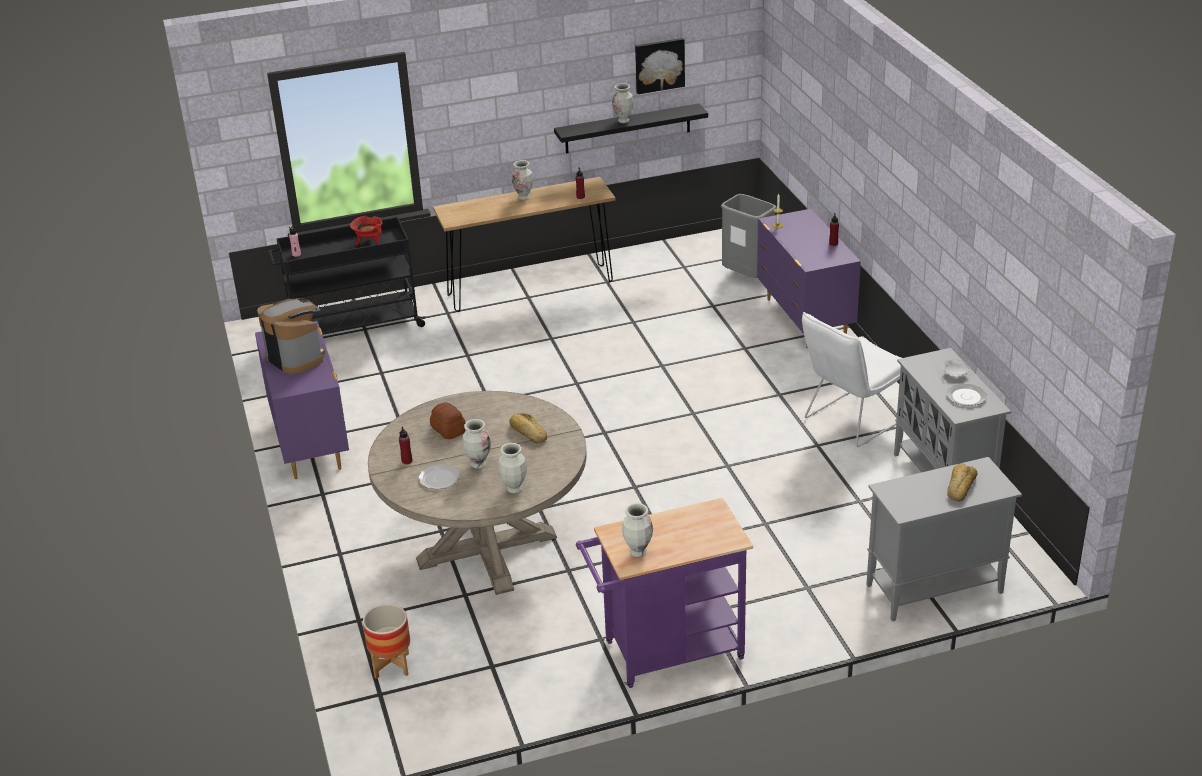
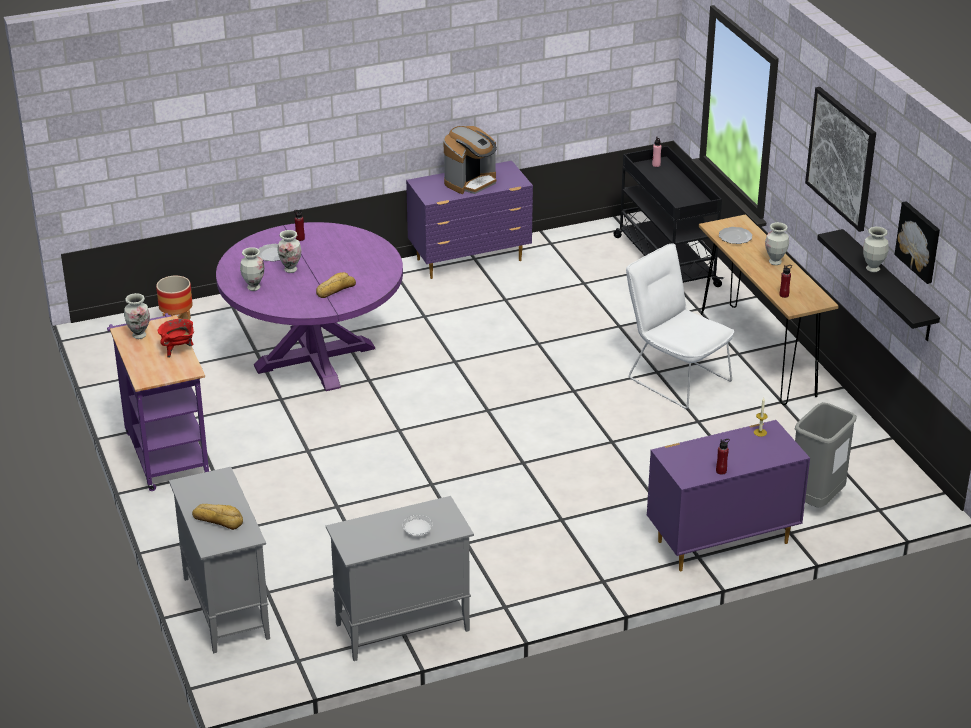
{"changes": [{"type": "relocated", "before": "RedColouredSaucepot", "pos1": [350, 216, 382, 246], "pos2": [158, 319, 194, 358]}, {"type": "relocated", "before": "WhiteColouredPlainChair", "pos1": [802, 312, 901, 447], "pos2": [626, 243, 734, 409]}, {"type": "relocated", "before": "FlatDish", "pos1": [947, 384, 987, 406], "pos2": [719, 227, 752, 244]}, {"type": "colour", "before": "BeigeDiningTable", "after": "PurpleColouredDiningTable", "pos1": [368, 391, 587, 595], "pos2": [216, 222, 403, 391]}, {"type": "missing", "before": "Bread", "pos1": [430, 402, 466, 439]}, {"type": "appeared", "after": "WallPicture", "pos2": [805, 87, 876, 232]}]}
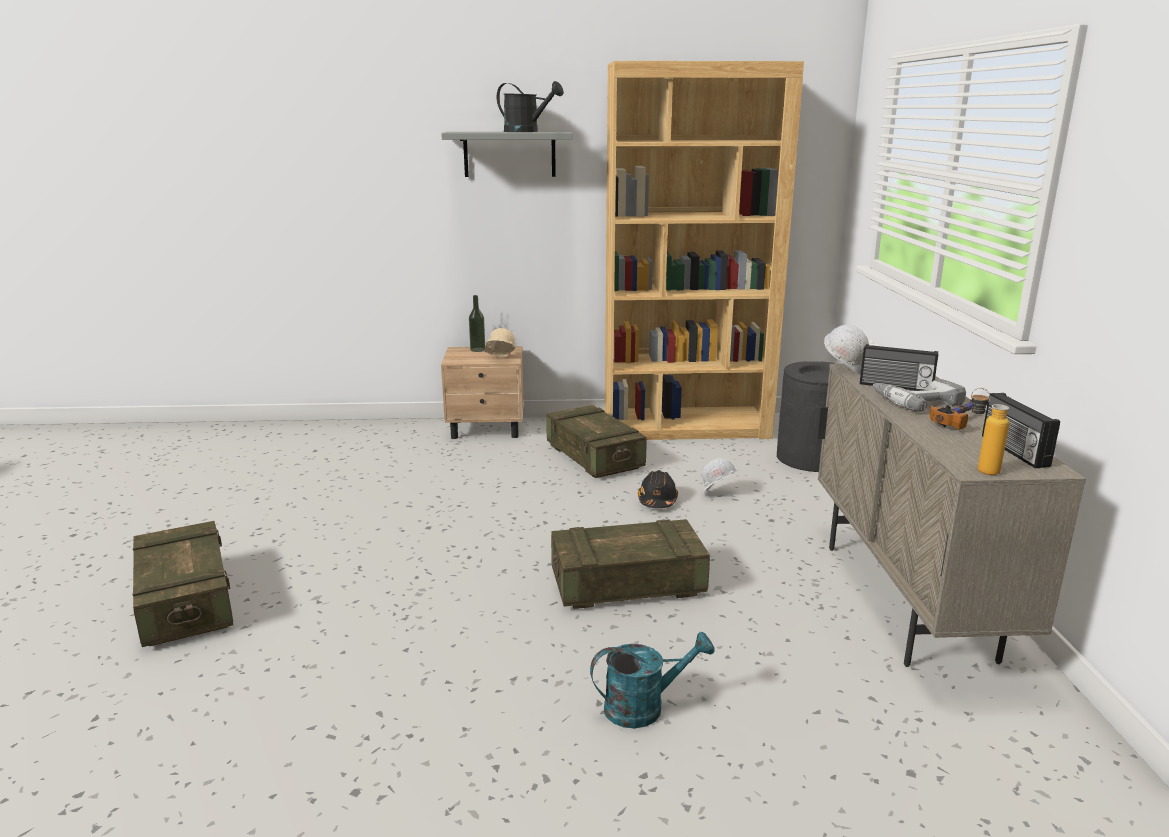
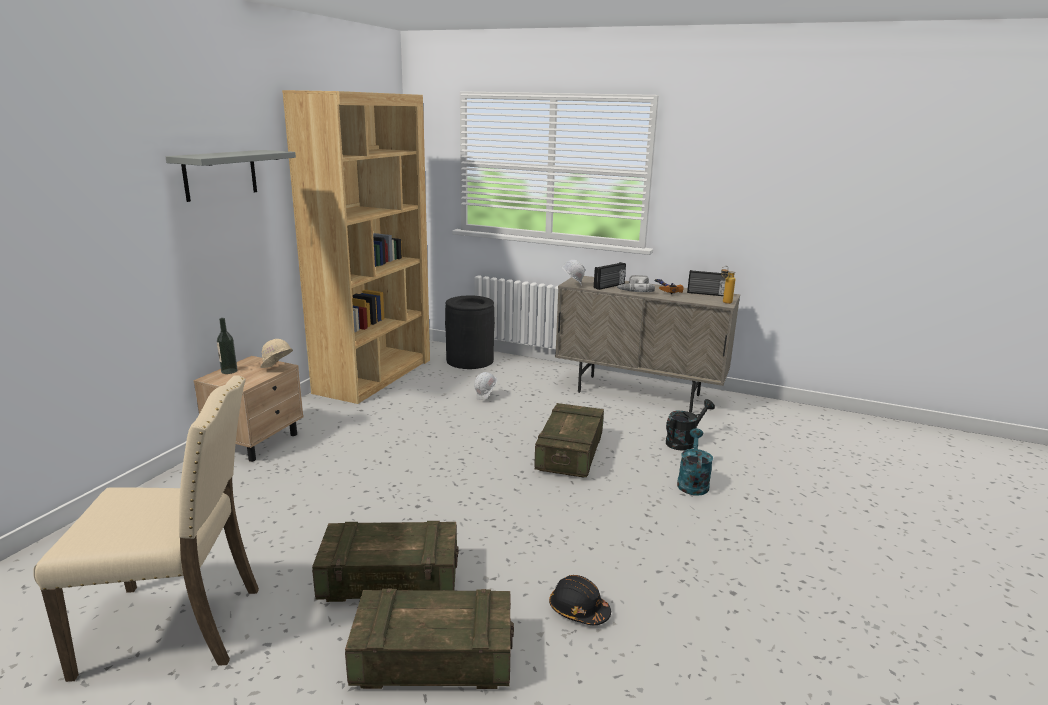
{"changes": [{"type": "relocated", "before": "BlackColouredWateringPot", "pos1": [497, 81, 564, 132], "pos2": [666, 399, 715, 451]}, {"type": "relocated", "before": "Crate", "pos1": [546, 405, 647, 478], "pos2": [312, 521, 459, 602]}, {"type": "relocated", "before": "BlackColouredWorkHelmet", "pos1": [638, 470, 678, 508], "pos2": [549, 575, 611, 625]}, {"type": "appeared", "after": "BeigePlainChair", "pos2": [33, 375, 259, 682]}]}
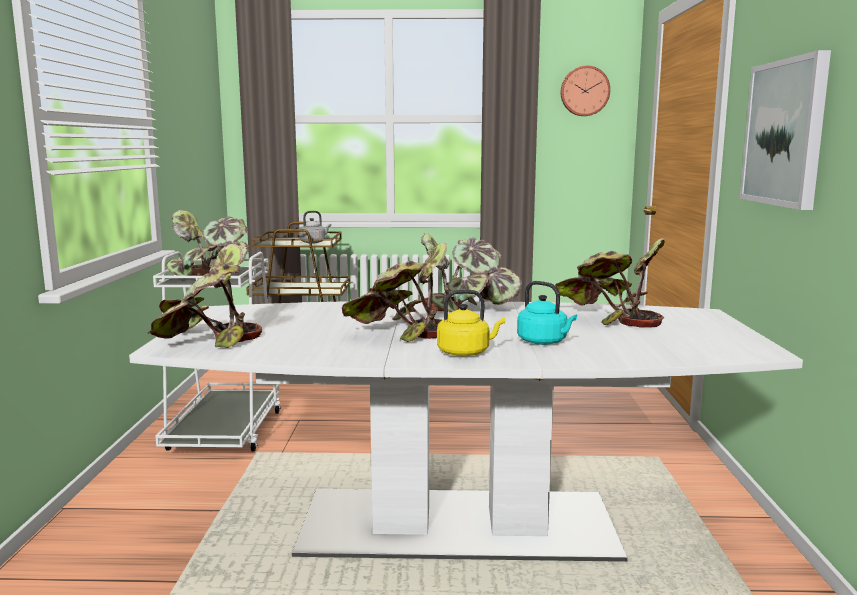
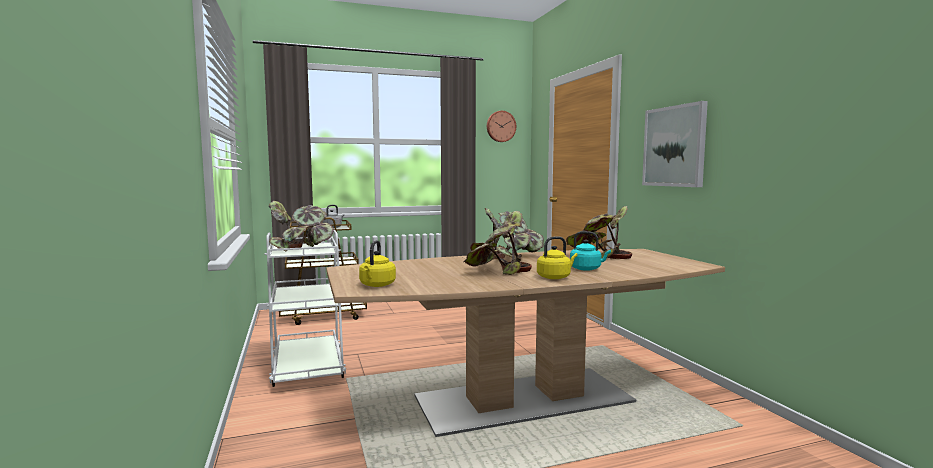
{"changes": [{"type": "exchanged", "before": "PottedPlant", "after": "YellowishTeaKettle", "pos1": [147, 244, 262, 348], "pos2": [359, 240, 396, 287]}, {"type": "colour", "before": "WhiteColouredDiningTable", "after": "BrownishDiningTable", "pos1": [129, 301, 803, 562], "pos2": [326, 249, 725, 437]}]}
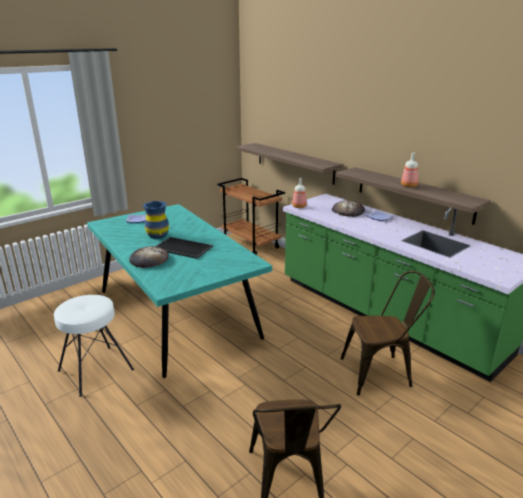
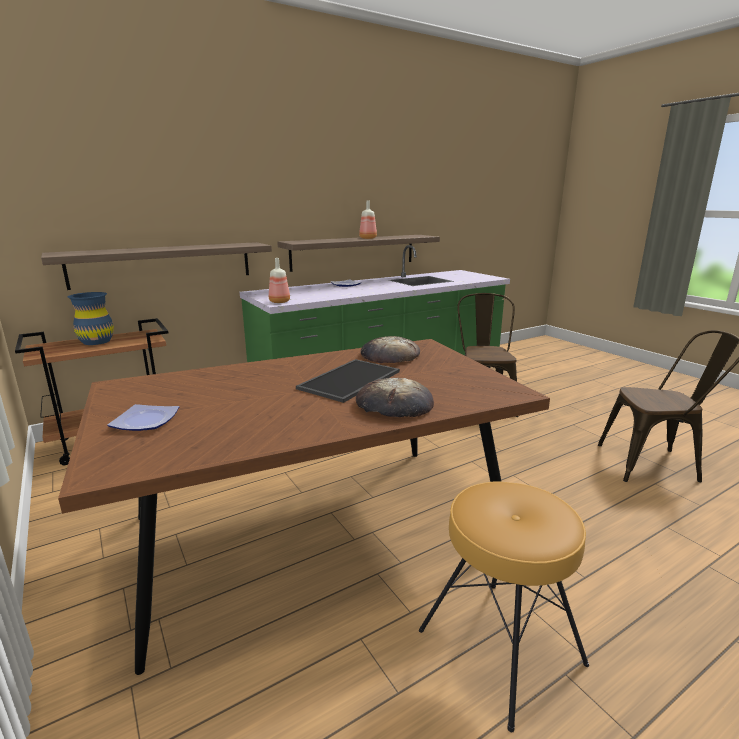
{"changes": [{"type": "relocated", "before": "Bread", "pos1": [332, 200, 365, 217], "pos2": [361, 336, 420, 363]}, {"type": "relocated", "before": "BluishVase", "pos1": [143, 201, 169, 239], "pos2": [68, 292, 114, 345]}, {"type": "colour", "before": "TurquoiseDiningTable", "after": "BrownishDiningTable", "pos1": [87, 204, 272, 378], "pos2": [58, 339, 550, 675]}, {"type": "colour", "before": "WhiteColouredStoolSeat", "after": "BrownishStoolSeat", "pos1": [54, 295, 134, 397], "pos2": [419, 482, 589, 733]}]}
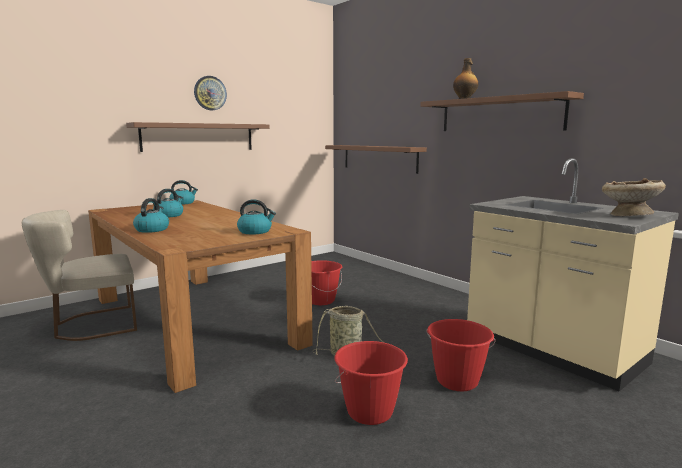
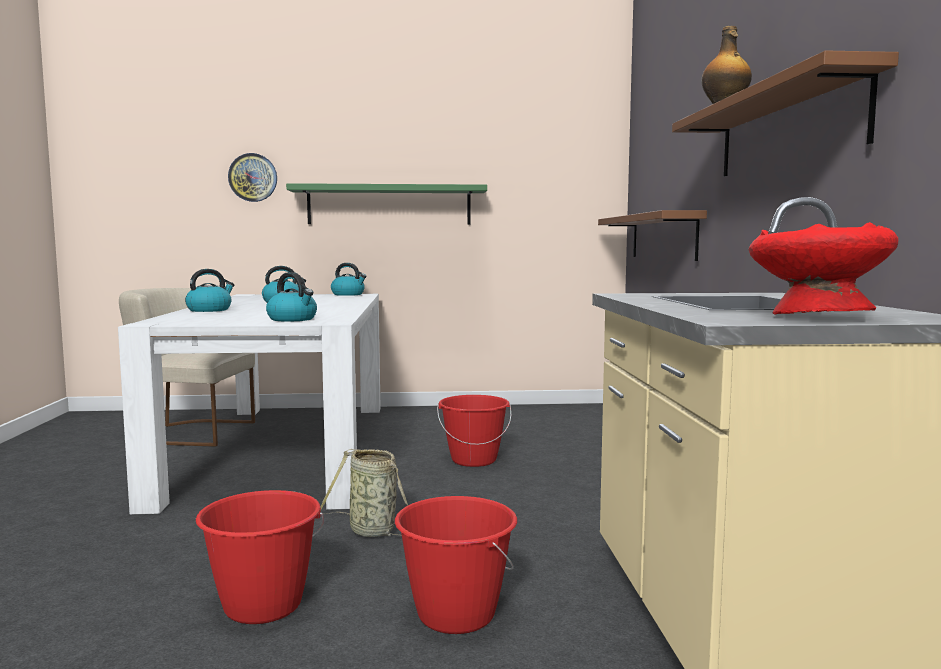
{"changes": [{"type": "relocated", "before": "WallClock", "pos1": [194, 76, 227, 110], "pos2": [228, 153, 277, 202]}, {"type": "colour", "before": "BrownishShelf", "after": "GreenishShelf", "pos1": [126, 122, 270, 152], "pos2": [286, 183, 487, 225]}, {"type": "colour", "before": "BeigeDeepDish", "after": "RedColouredDeepDish", "pos1": [602, 178, 666, 216], "pos2": [748, 222, 898, 315]}, {"type": "colour", "before": "BrownishDiningTable", "after": "WhiteColouredDiningTable", "pos1": [88, 200, 313, 393], "pos2": [118, 294, 380, 514]}]}
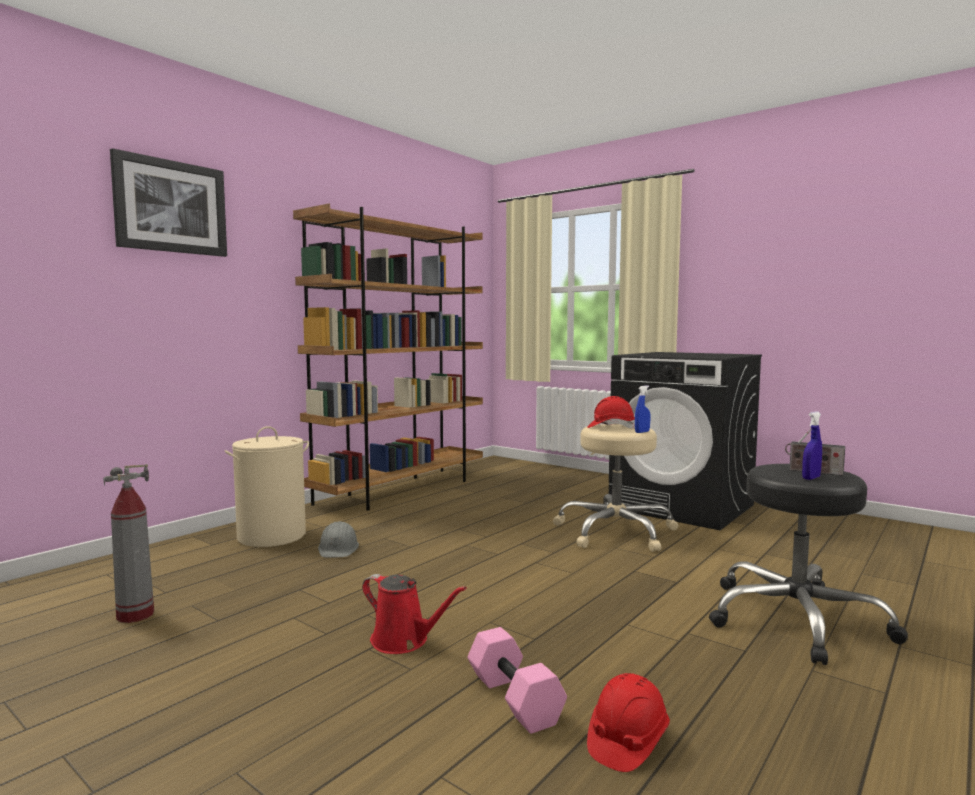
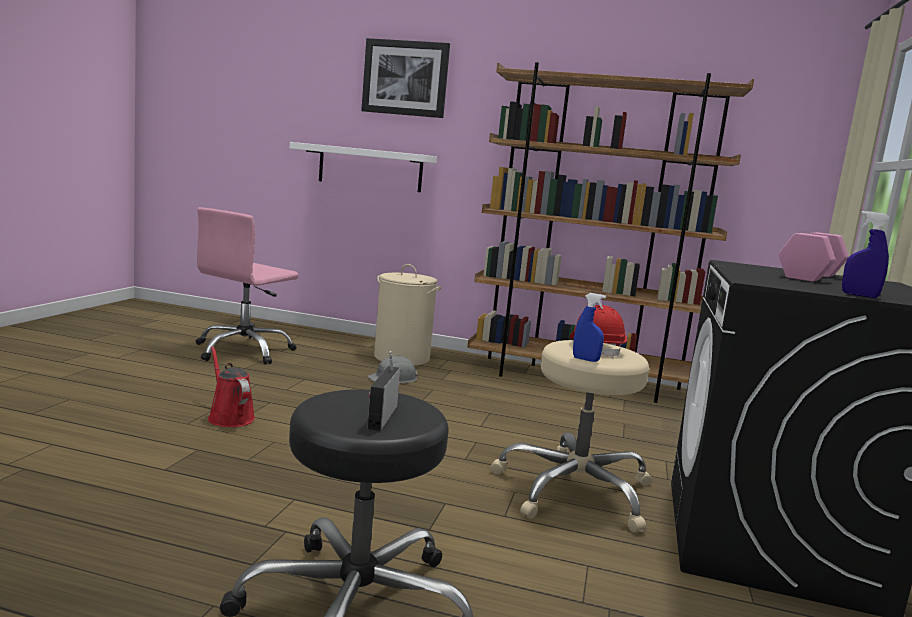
{"changes": [{"type": "relocated", "before": "BluishSprayBottle", "pos1": [802, 411, 822, 480], "pos2": [842, 211, 891, 298]}, {"type": "exchanged", "before": "FireFightingCylinder", "after": "PinkColouredOfficeChair", "pos1": [103, 464, 154, 623], "pos2": [196, 207, 298, 364]}, {"type": "spun", "before": "RedColouredWateringPot", "pos1": [362, 574, 467, 654], "pos2": [208, 346, 255, 427], "turn": 135}, {"type": "relocated", "before": "PinkColouredDumbbell", "pos1": [467, 627, 567, 734], "pos2": [779, 232, 849, 282]}, {"type": "missing", "before": "RedColouredWorkHelmet", "pos1": [587, 673, 670, 772]}, {"type": "appeared", "after": "WhiteColouredShelf", "pos2": [290, 142, 437, 192]}]}
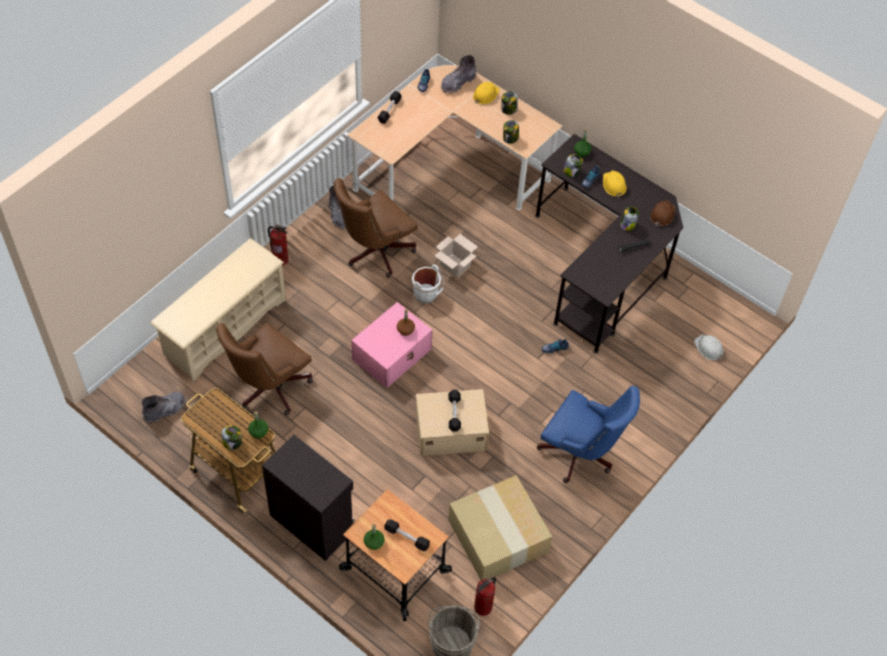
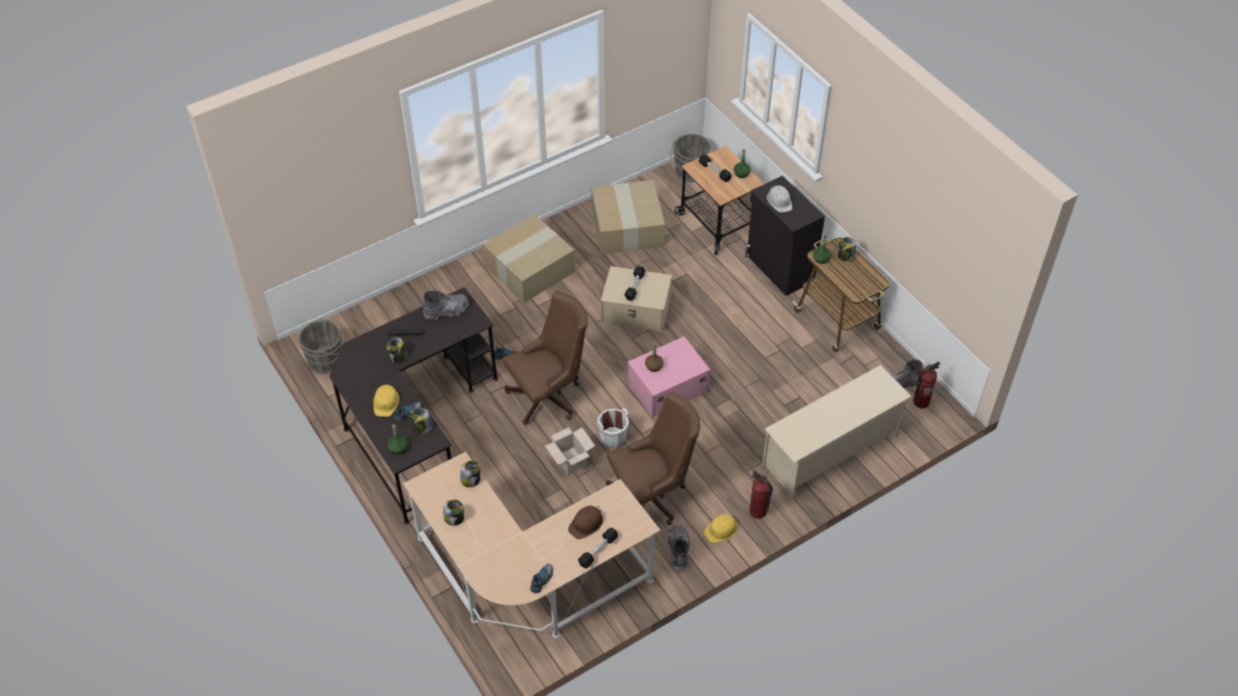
{"changes": [{"type": "relocated", "before": "GreyishTallBoot", "pos1": [441, 55, 476, 93], "pos2": [423, 290, 469, 320]}, {"type": "relocated", "before": "YellowishWorkHelmet", "pos1": [473, 82, 500, 104], "pos2": [703, 514, 737, 543]}, {"type": "relocated", "before": "BrownishWorkHelmet", "pos1": [650, 200, 675, 226], "pos2": [568, 506, 603, 539]}, {"type": "relocated", "before": "BrownishOfficeChair", "pos1": [216, 323, 313, 416], "pos2": [503, 291, 588, 425]}, {"type": "relocated", "before": "WhiteColouredWorkHelmet", "pos1": [694, 334, 723, 360], "pos2": [767, 186, 792, 213]}, {"type": "exchanged", "before": "BluishOfficeChair", "after": "Carton", "pos1": [537, 386, 640, 483], "pos2": [482, 214, 575, 303]}, {"type": "relocated", "before": "FireFightingCylinder", "pos1": [474, 577, 496, 616], "pos2": [913, 362, 940, 408]}, {"type": "appeared", "after": "GreyishPail", "pos2": [299, 318, 346, 374]}]}
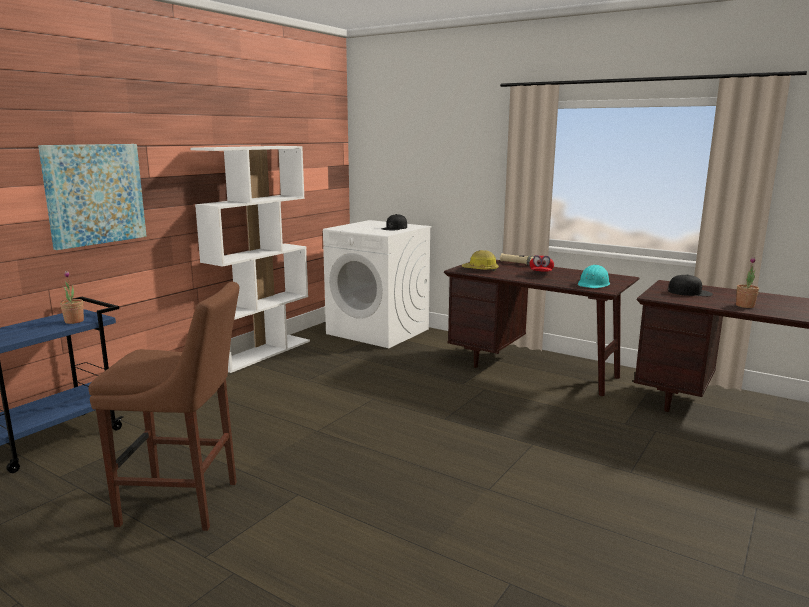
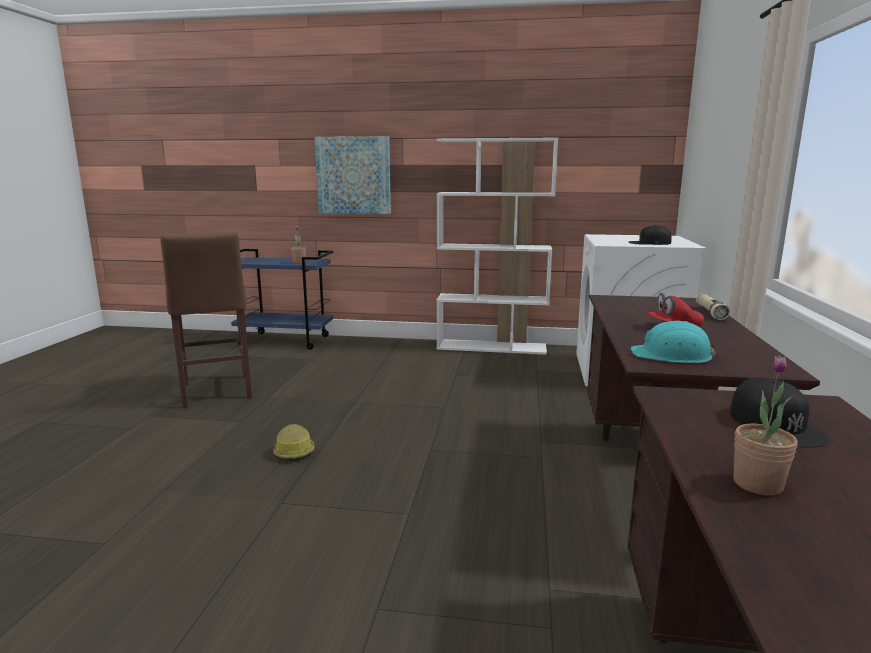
{"changes": [{"type": "relocated", "before": "WorkHelmet", "pos1": [462, 250, 499, 271], "pos2": [273, 424, 315, 462]}]}
